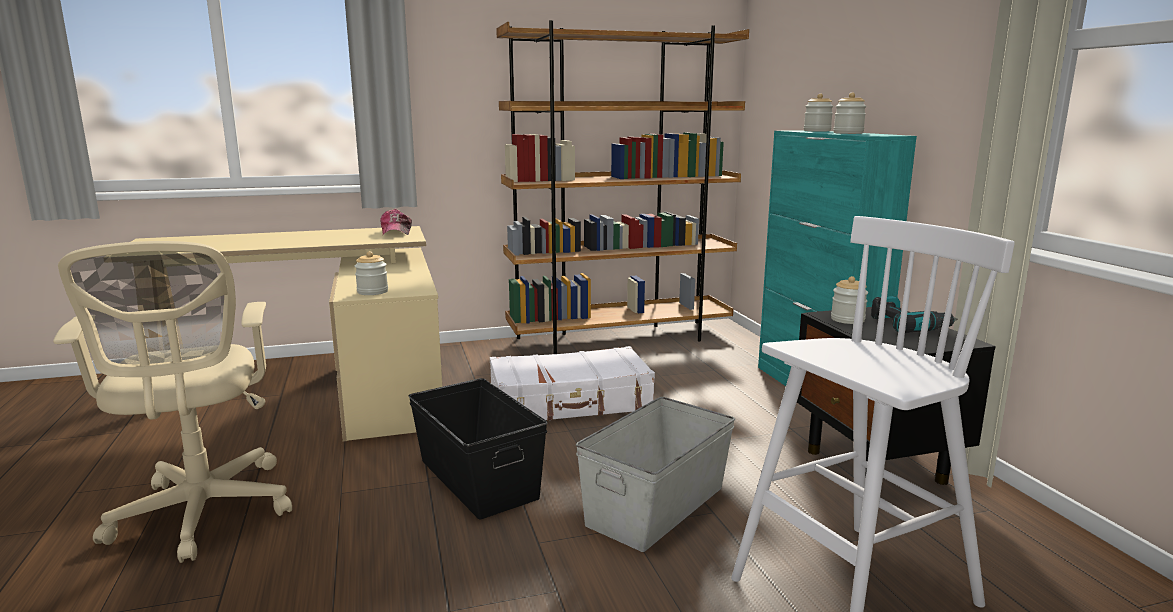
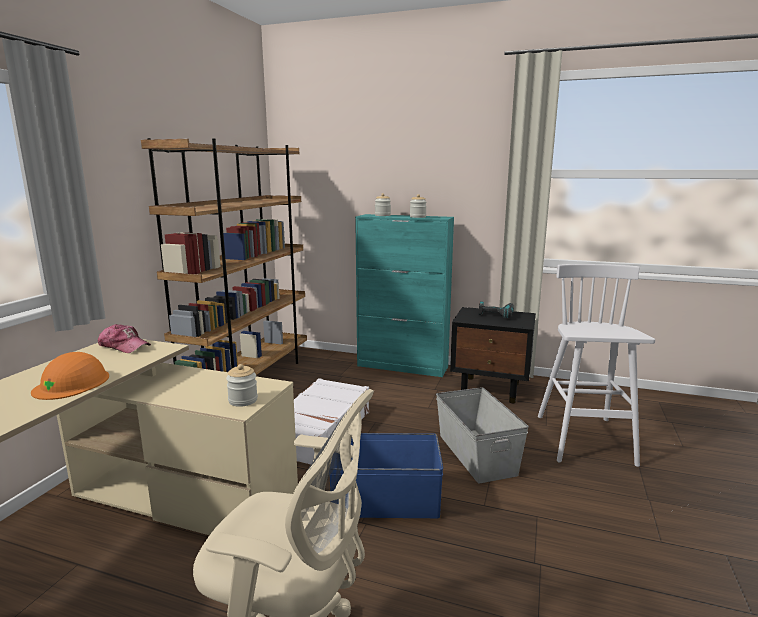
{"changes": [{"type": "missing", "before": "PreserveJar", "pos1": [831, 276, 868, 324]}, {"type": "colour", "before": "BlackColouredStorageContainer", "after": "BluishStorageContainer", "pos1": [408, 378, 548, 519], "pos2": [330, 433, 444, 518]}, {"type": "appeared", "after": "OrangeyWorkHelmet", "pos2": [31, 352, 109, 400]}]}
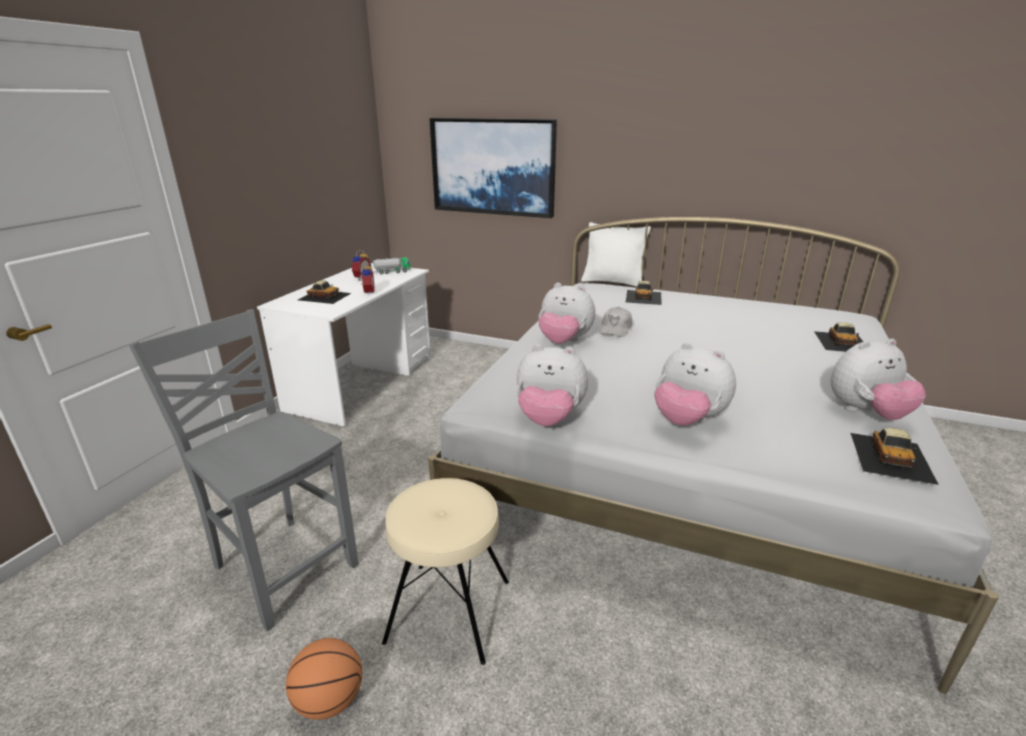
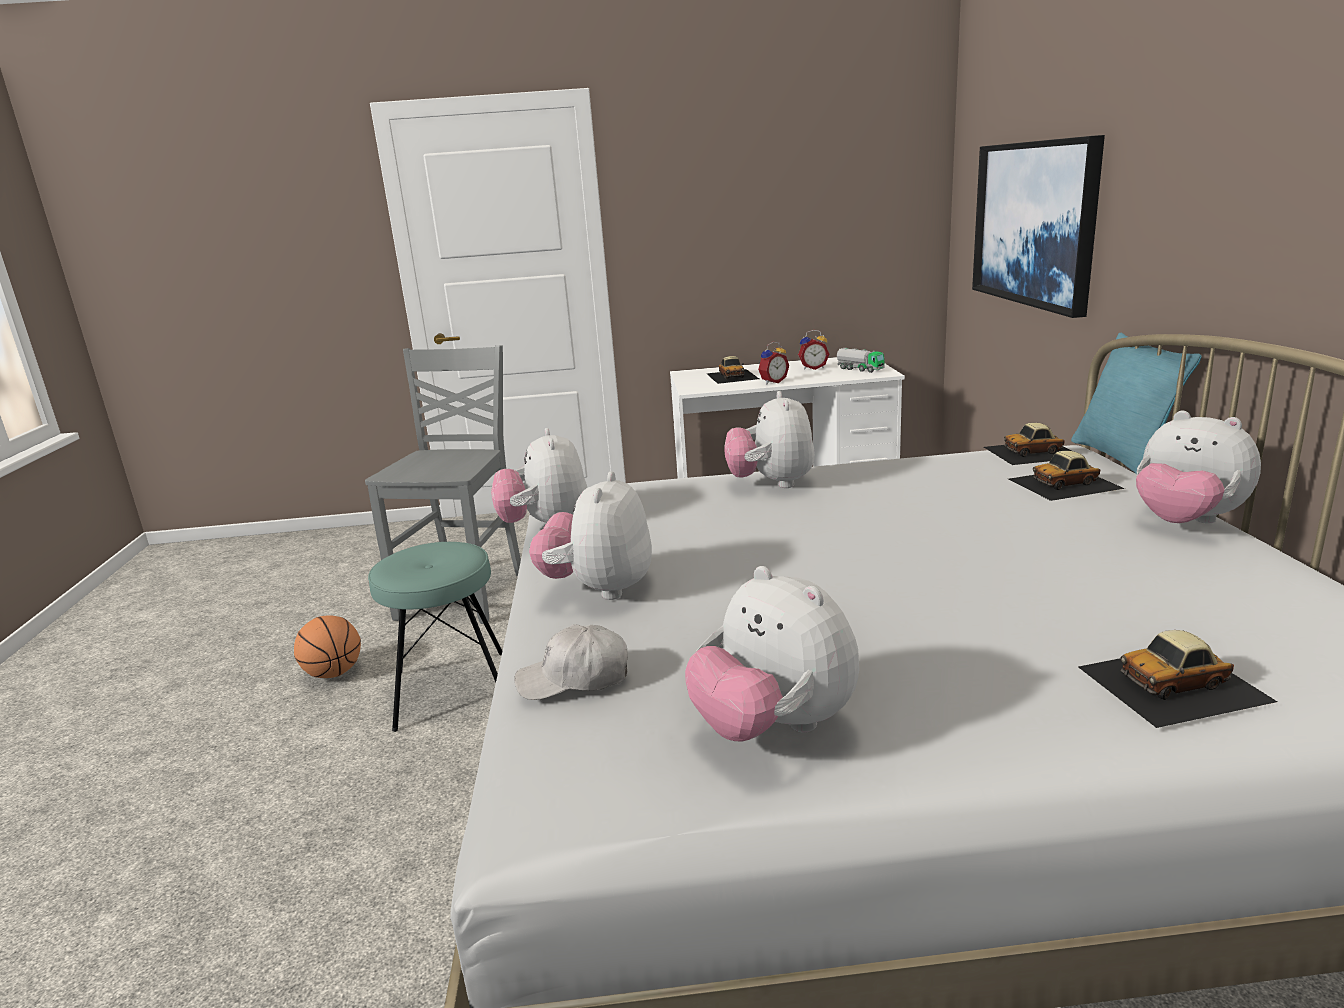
{"changes": [{"type": "colour", "before": "WhiteColouredPillow", "after": "TurquoisePillow", "pos1": [581, 222, 651, 287], "pos2": [1071, 333, 1202, 475]}, {"type": "relocated", "before": "WhiteColouredBaseballCap", "pos1": [599, 307, 632, 337], "pos2": [514, 624, 628, 700]}, {"type": "relocated", "before": "ModelCar", "pos1": [851, 428, 939, 485], "pos2": [984, 423, 1071, 465]}, {"type": "colour", "before": "BeigeStoolSeat", "after": "TurquoiseStoolSeat", "pos1": [382, 478, 509, 665], "pos2": [368, 542, 502, 732]}, {"type": "appeared", "after": "PlushToy", "pos2": [1136, 411, 1261, 524]}]}
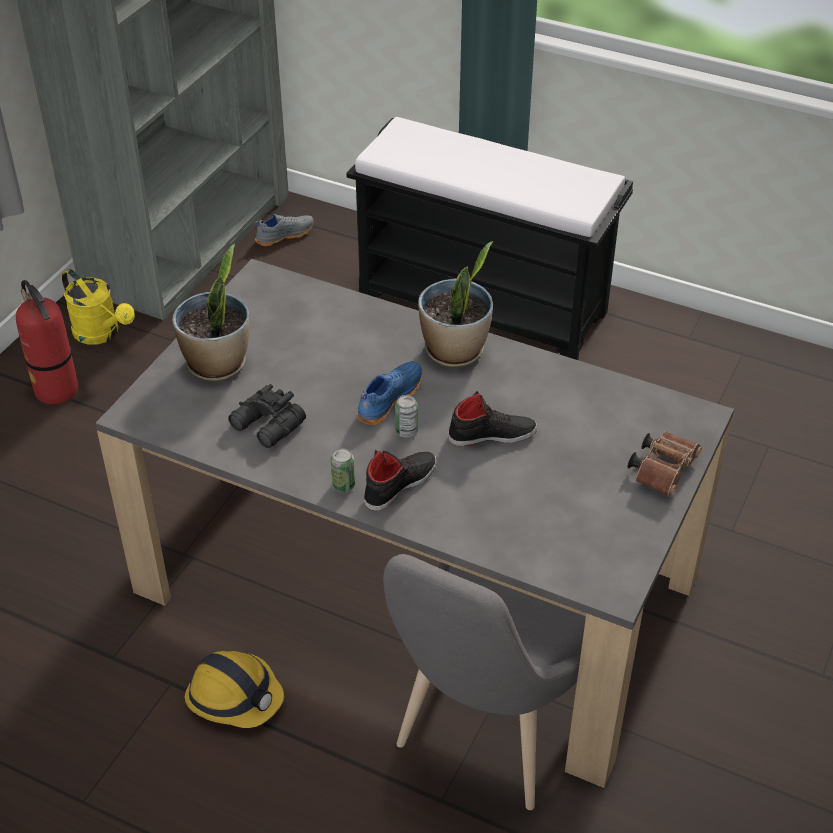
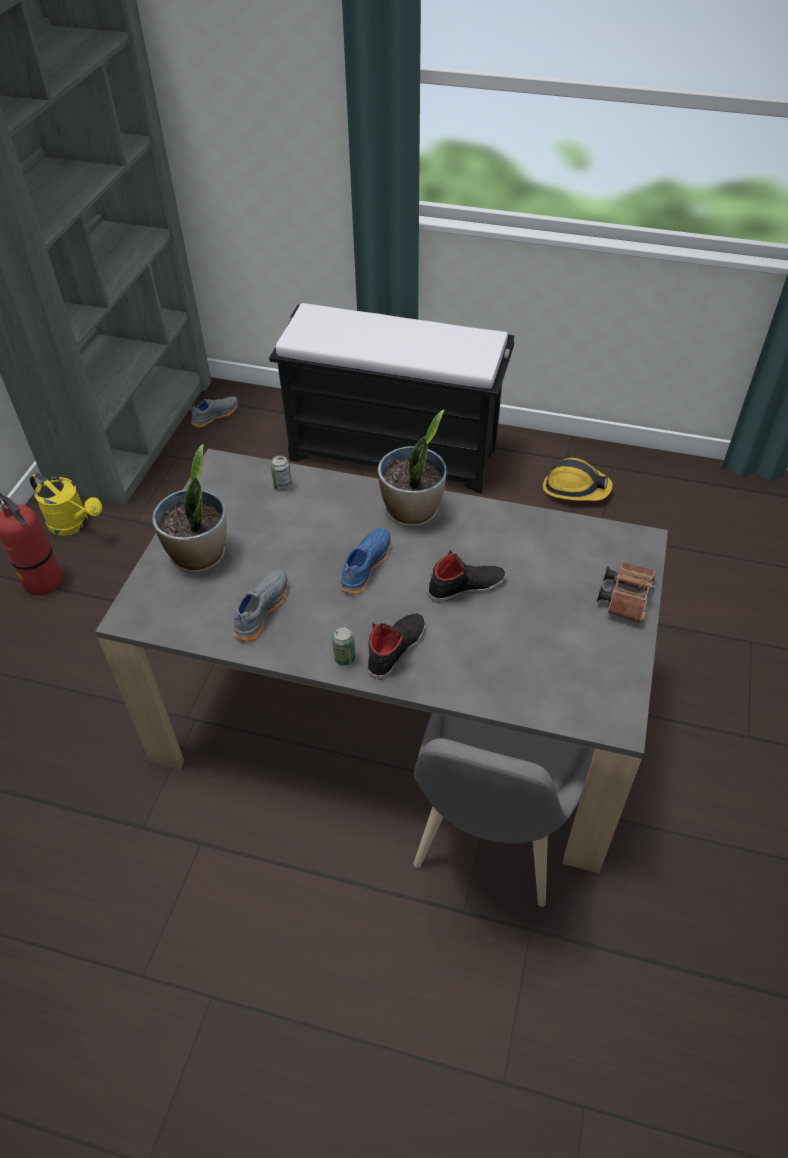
{"changes": [{"type": "exchanged", "before": "BlackColouredBinoculars", "after": "GreyishShoe", "pos1": [228, 384, 306, 448], "pos2": [233, 569, 288, 641]}, {"type": "relocated", "before": "SealedCan", "pos1": [395, 395, 418, 438], "pos2": [270, 455, 292, 491]}, {"type": "relocated", "before": "WorkHelmet", "pos1": [185, 651, 284, 728], "pos2": [543, 458, 613, 501]}]}
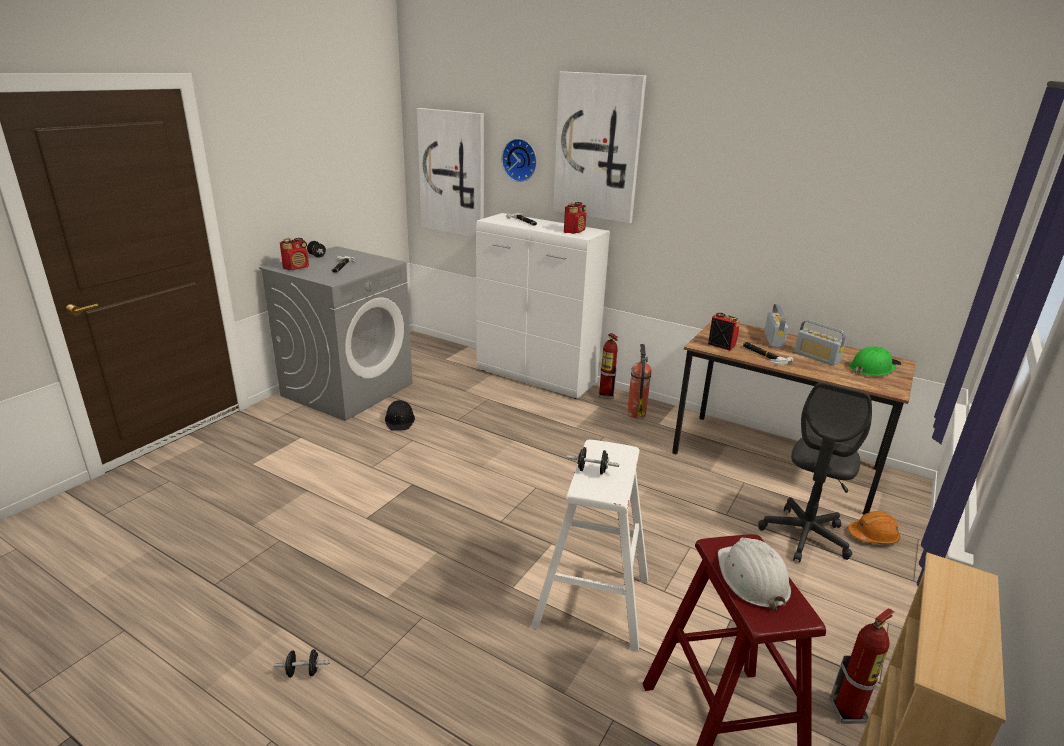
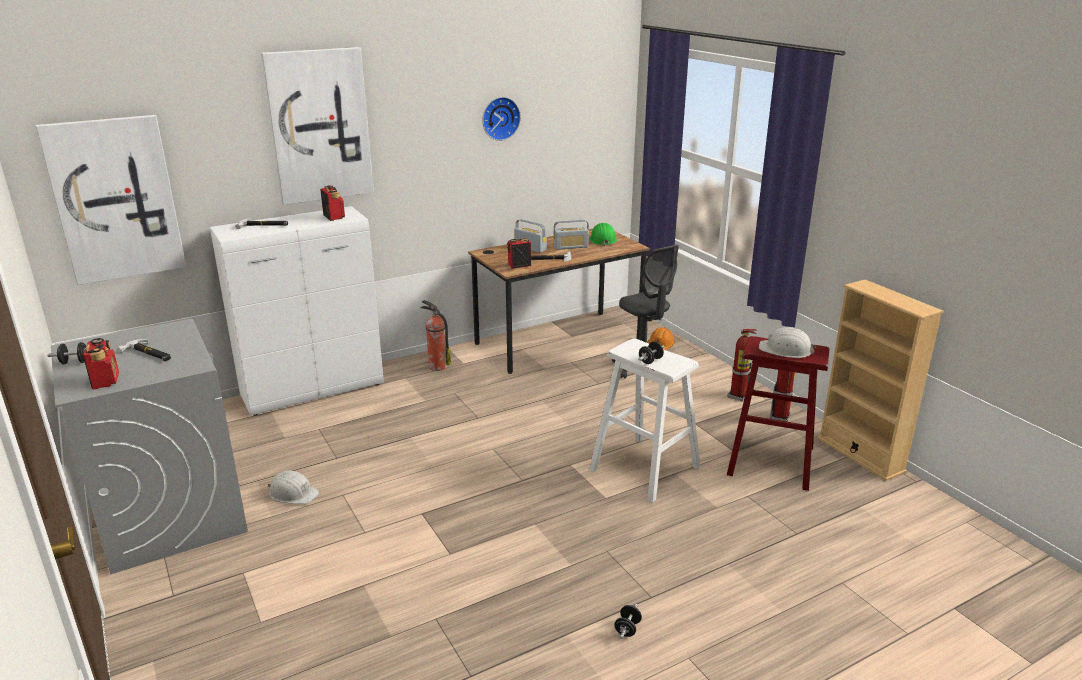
{"changes": [{"type": "relocated", "before": "WallClock", "pos1": [502, 139, 537, 182], "pos2": [482, 97, 521, 141]}, {"type": "relocated", "before": "FireFightingCylinder", "pos1": [599, 333, 618, 399], "pos2": [727, 329, 757, 401]}, {"type": "colour", "before": "BlackColouredWorkHelmet", "after": "WhiteColouredWorkHelmet", "pos1": [385, 400, 415, 431], "pos2": [268, 470, 320, 504]}]}
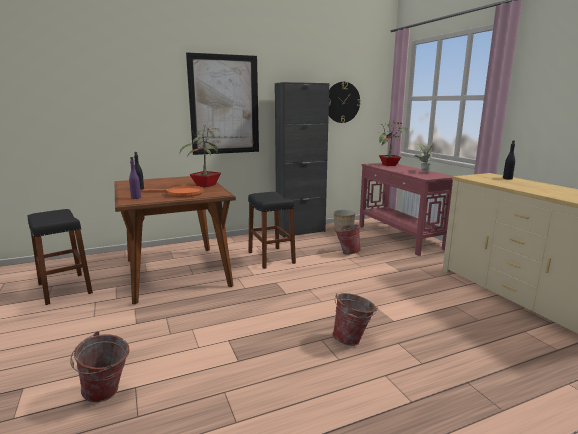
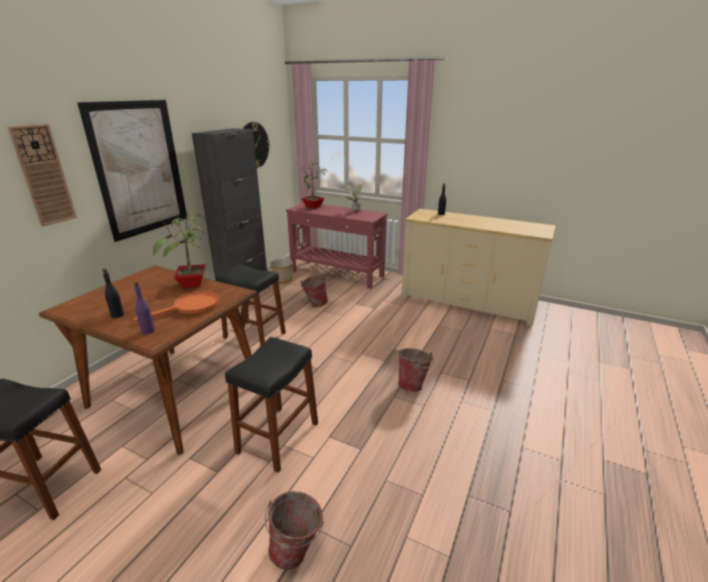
{"changes": [{"type": "appeared", "after": "WallClock", "pos2": [7, 124, 77, 226]}, {"type": "appeared", "after": "BlackColouredStoolSeat", "pos2": [225, 337, 318, 473]}]}
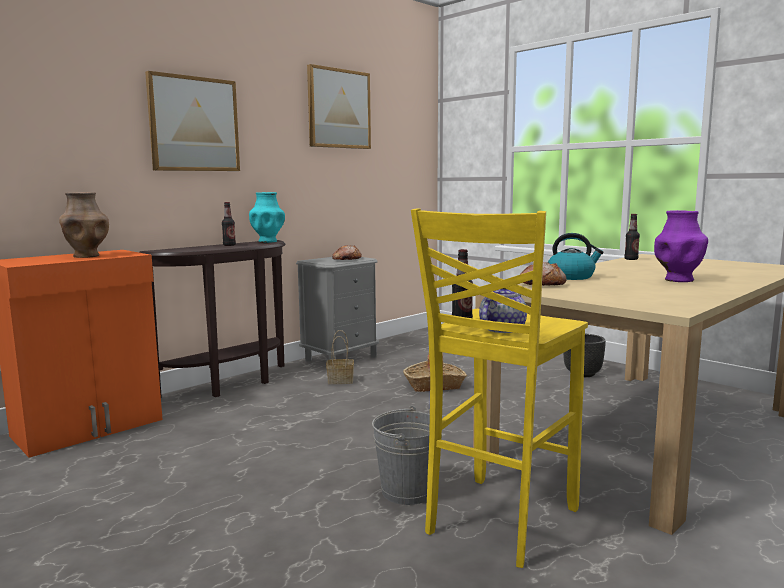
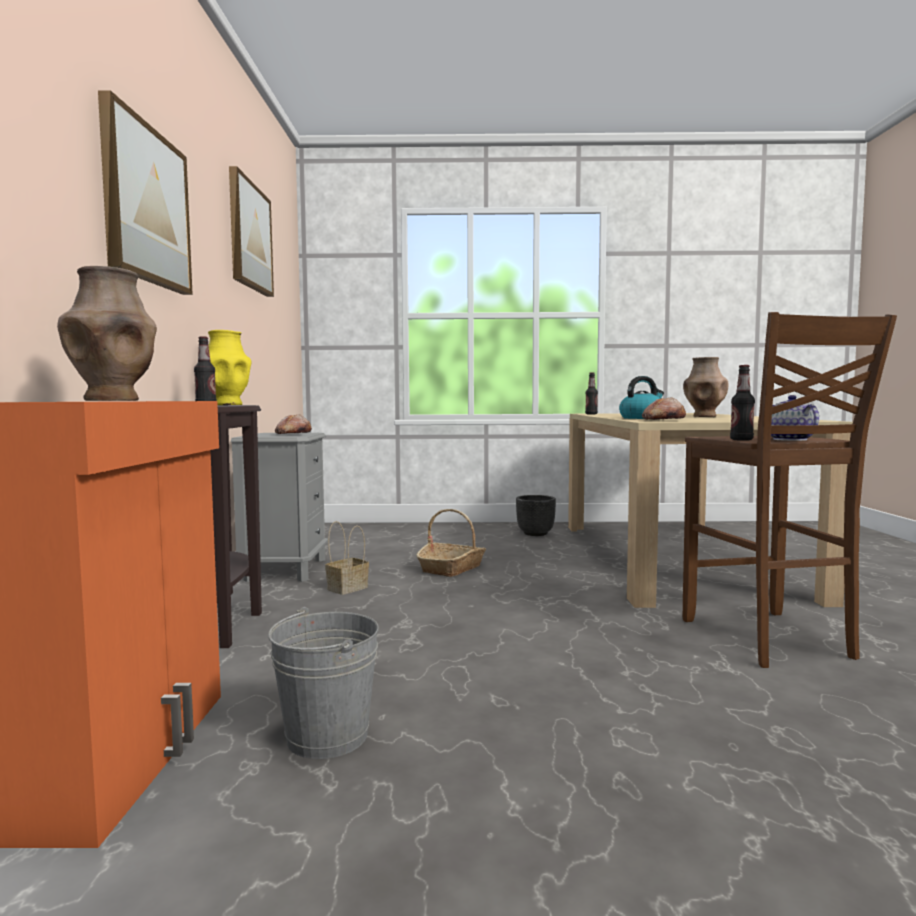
{"changes": [{"type": "colour", "before": "TurquoiseVase", "after": "YellowishVase", "pos1": [249, 192, 285, 243], "pos2": [208, 330, 252, 405]}, {"type": "colour", "before": "YellowishStoolSeat", "after": "BrownishStoolSeat", "pos1": [411, 208, 588, 568], "pos2": [682, 312, 897, 668]}, {"type": "colour", "before": "PurpleColouredVase", "after": "BrownishVase", "pos1": [654, 210, 708, 282], "pos2": [683, 357, 728, 417]}, {"type": "relocated", "before": "GreyishPail", "pos1": [372, 406, 442, 505], "pos2": [268, 607, 379, 759]}]}
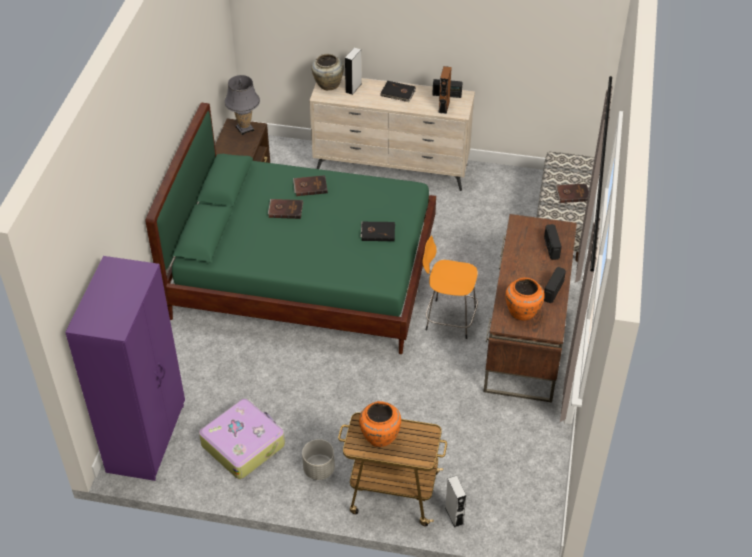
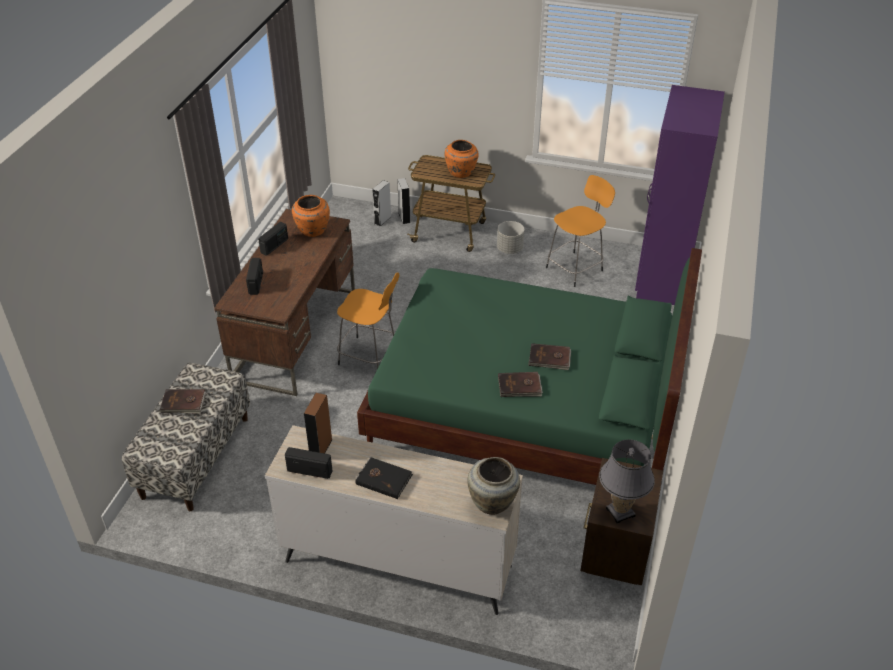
{"changes": [{"type": "relocated", "before": "GreyishSpeaker", "pos1": [345, 48, 362, 95], "pos2": [372, 180, 391, 226]}, {"type": "missing", "before": "BlackColouredBoundBook", "pos1": [360, 221, 395, 241]}, {"type": "exchanged", "before": "PieceOfLuggage", "after": "OrangeyStoolSeat", "pos1": [199, 399, 285, 479], "pos2": [546, 175, 615, 287]}]}
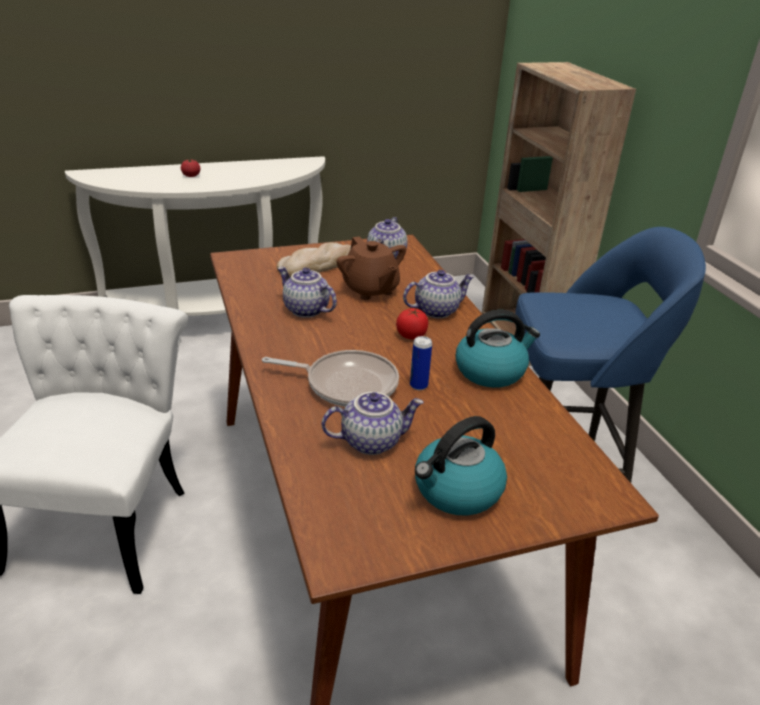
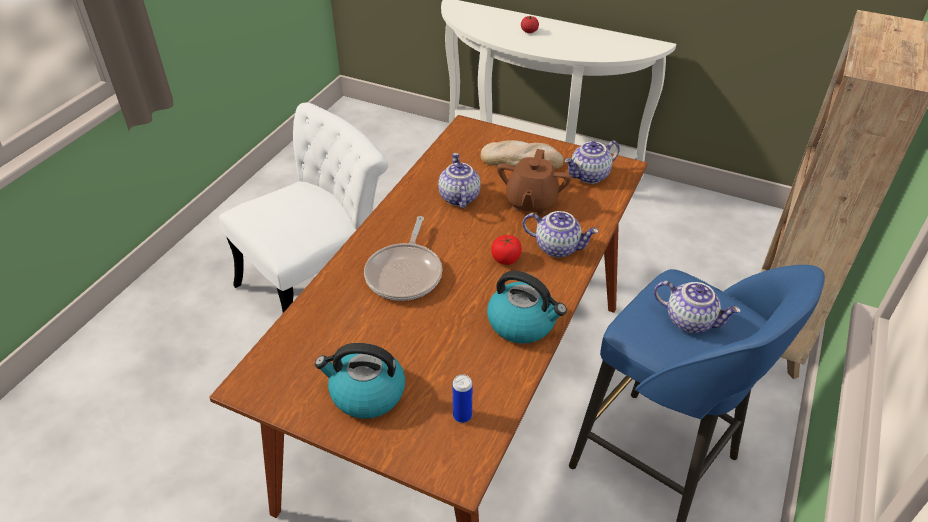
{"changes": [{"type": "relocated", "before": "SealedCan", "pos1": [410, 336, 432, 390], "pos2": [453, 374, 472, 423]}, {"type": "spun", "before": "Pan", "pos1": [262, 350, 399, 407], "pos2": [364, 216, 442, 301], "turn": 45}, {"type": "relocated", "before": "TeaPot", "pos1": [322, 392, 424, 455], "pos2": [654, 281, 741, 333]}]}
